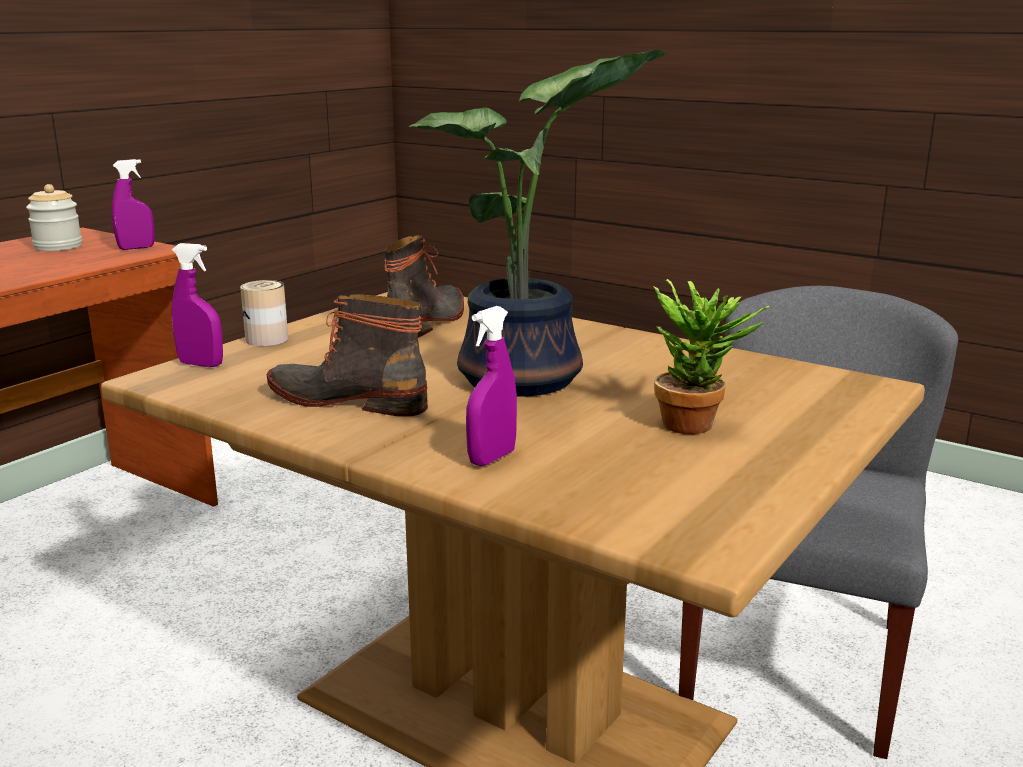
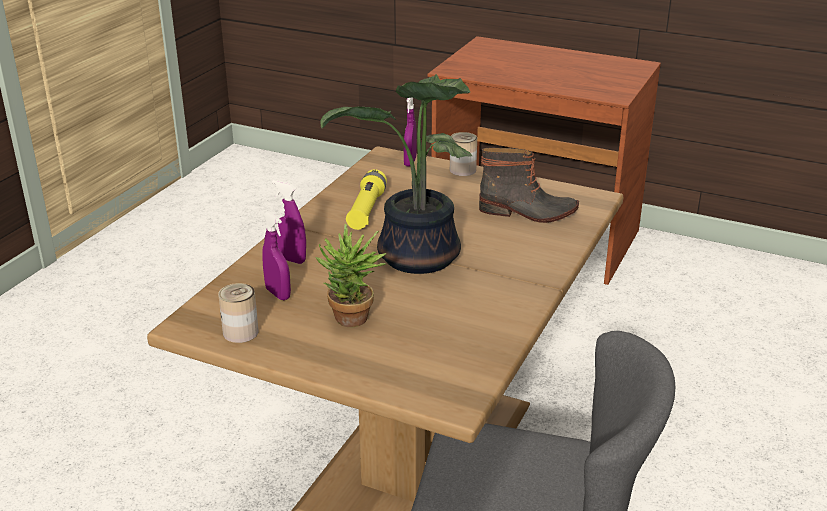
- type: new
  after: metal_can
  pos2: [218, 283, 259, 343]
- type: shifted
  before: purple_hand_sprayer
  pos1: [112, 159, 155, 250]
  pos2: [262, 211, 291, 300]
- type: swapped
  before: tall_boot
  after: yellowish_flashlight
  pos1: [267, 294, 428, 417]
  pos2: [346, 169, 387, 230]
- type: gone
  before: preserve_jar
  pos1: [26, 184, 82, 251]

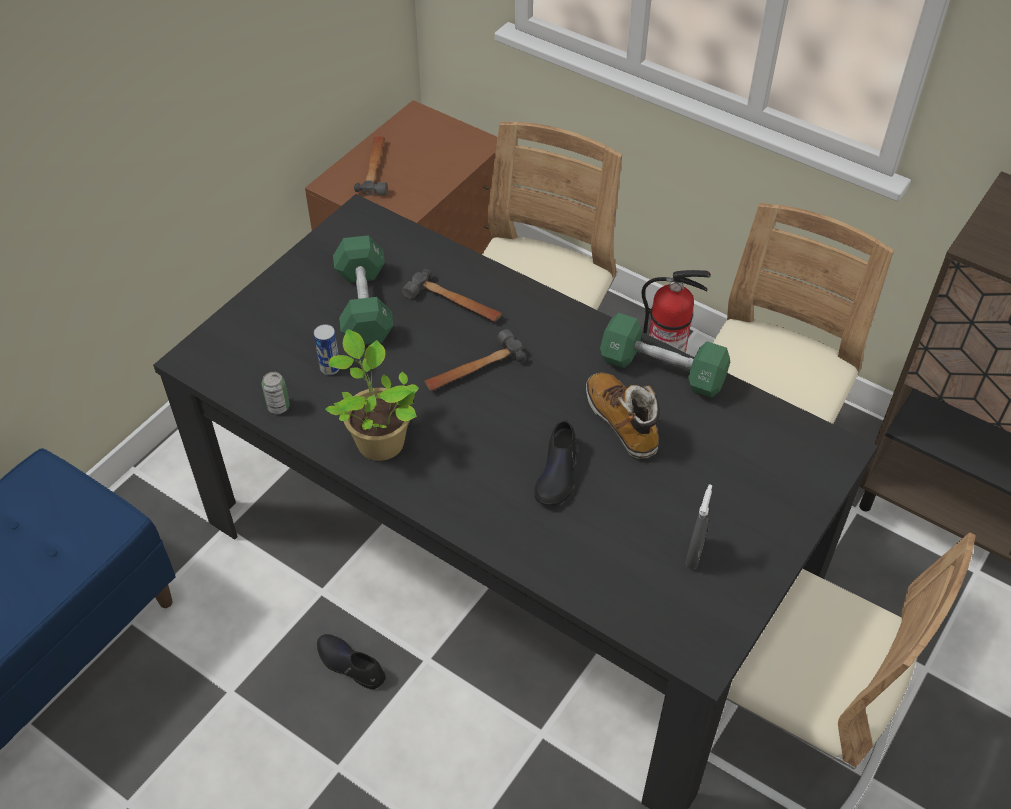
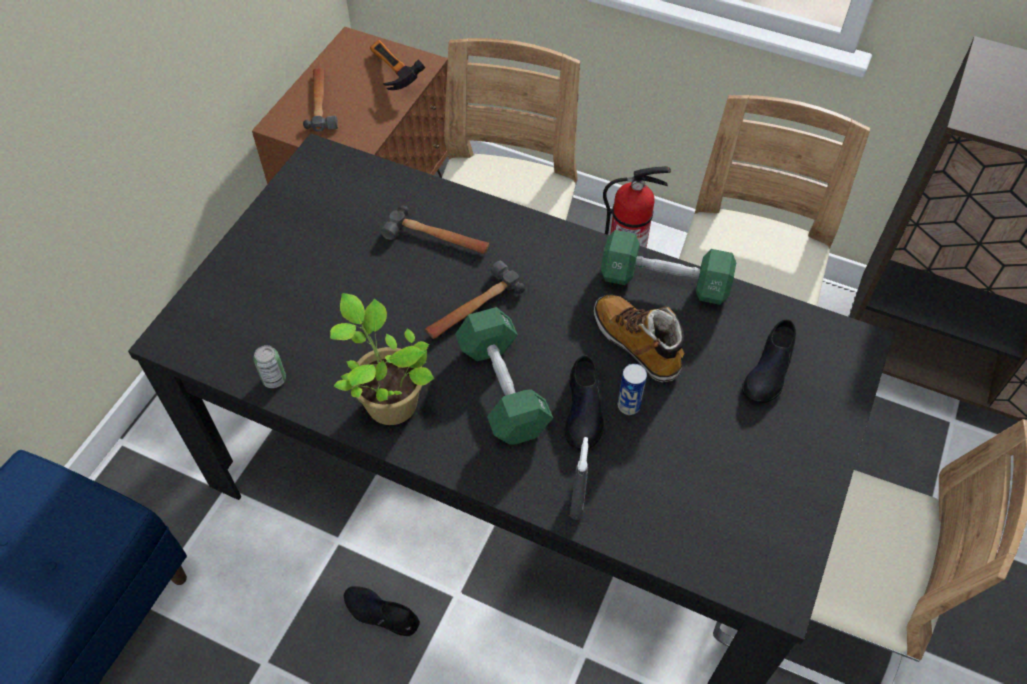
- type: new
  after: tool_hammer
  pos2: [370, 40, 425, 90]
- type: shifted
  before: greenish_hand_weight
  pos1: [333, 235, 394, 345]
  pos2: [455, 307, 553, 445]
- type: shifted
  before: grey_hand_sprayer
  pos1: [685, 485, 712, 569]
  pos2: [570, 437, 588, 520]
- type: shifted
  before: metal_can
  pos1: [314, 324, 340, 375]
  pos2: [618, 364, 647, 415]
- type: new
  after: blackish_low_shoe
  pos2: [742, 319, 796, 403]

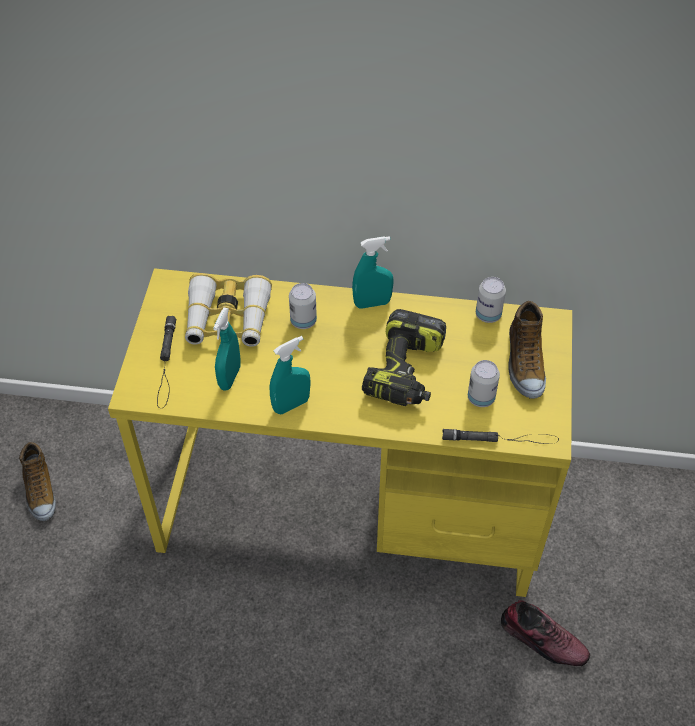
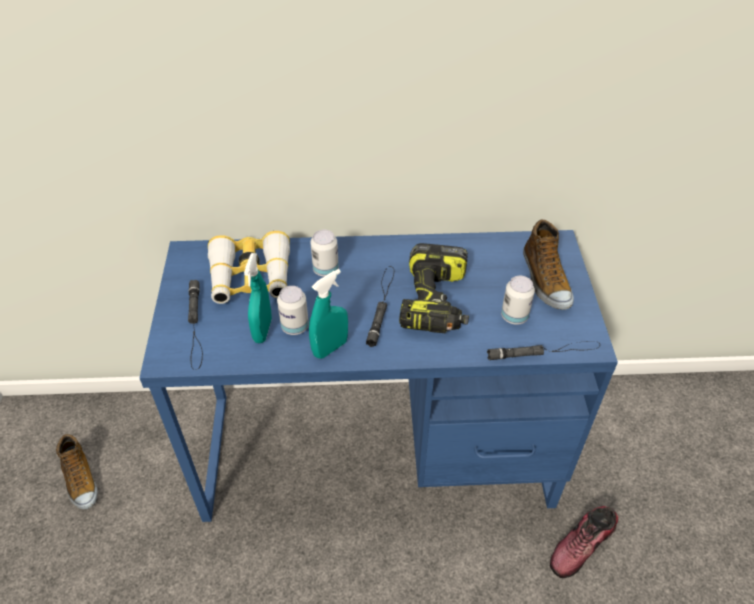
- type: repainted
  before: yellowish_desk_unit
  after: bluish_desk_unit
  pos1: [108, 268, 572, 597]
  pos2: [139, 230, 618, 522]
- type: shifted
  before: metal_can
  pos1: [476, 277, 506, 323]
  pos2: [277, 286, 309, 335]
- type: new
  after: blackish_flashlight
  pos2: [366, 266, 394, 347]
- type: rotated
  before: low_shoe
  pos1: [501, 600, 590, 666]
  pos2: [550, 506, 619, 578]
  turn: 120
- type: gone
  before: blue-green_hand_sprayer
  pos1: [352, 236, 394, 309]

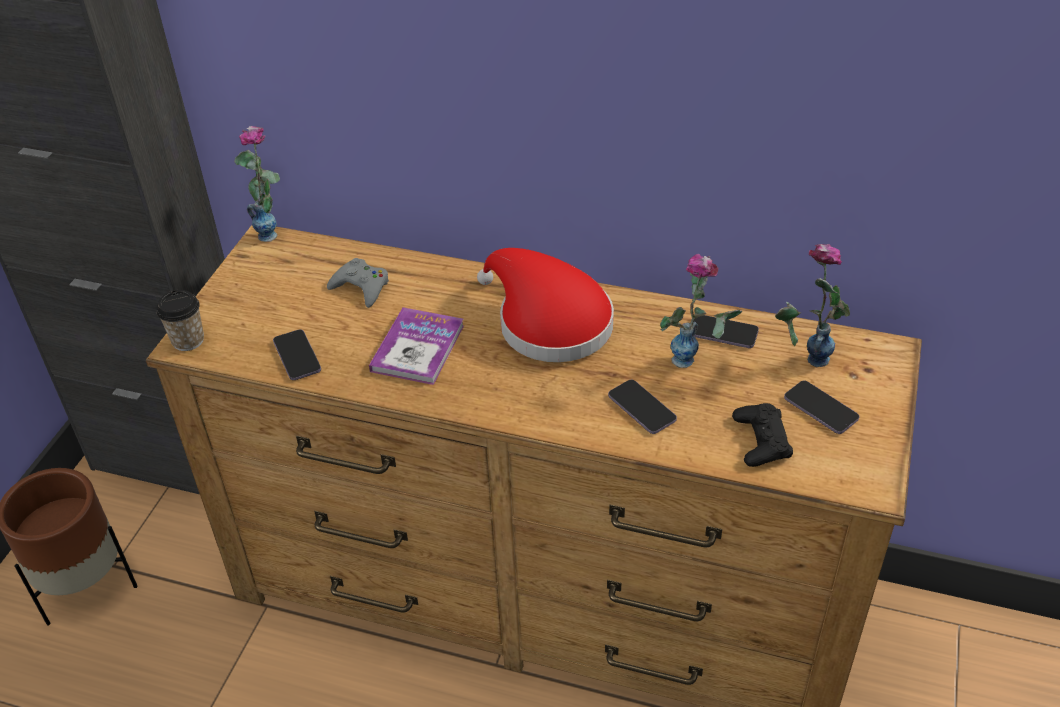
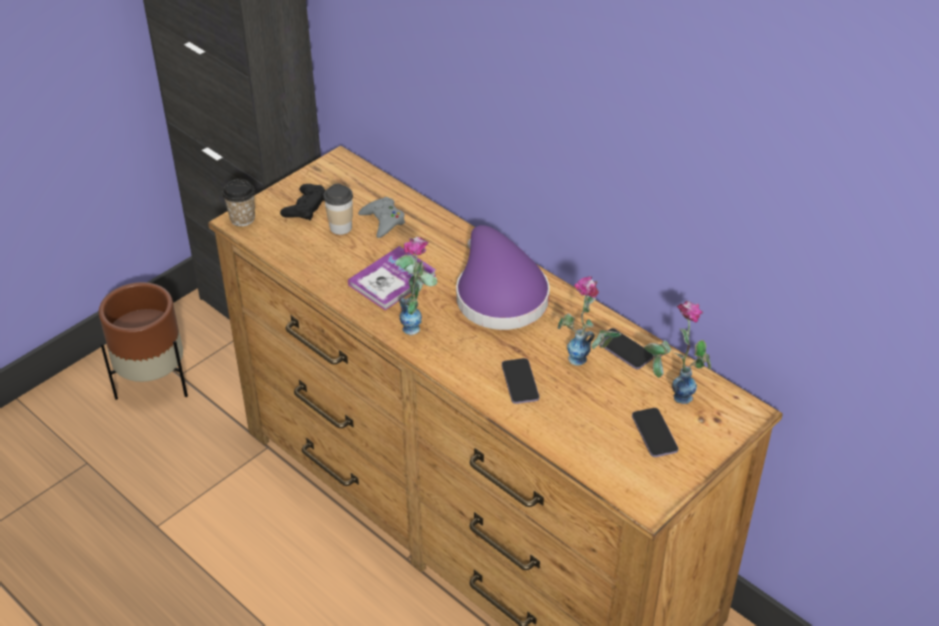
- type: shifted
  before: blackish_joypad
  pos1: [732, 403, 793, 467]
  pos2: [280, 184, 326, 220]
- type: new
  after: cup
  pos2: [323, 184, 353, 235]
- type: shifted
  before: decorative_vase
  pos1: [234, 126, 280, 242]
  pos2: [395, 237, 437, 336]
- type: repainted
  before: reddish_wearable_hat
  after: purple_wearable_hat
  pos1: [477, 248, 614, 362]
  pos2: [456, 225, 550, 330]
- type: gone
  before: phone
  pos1: [273, 329, 321, 380]

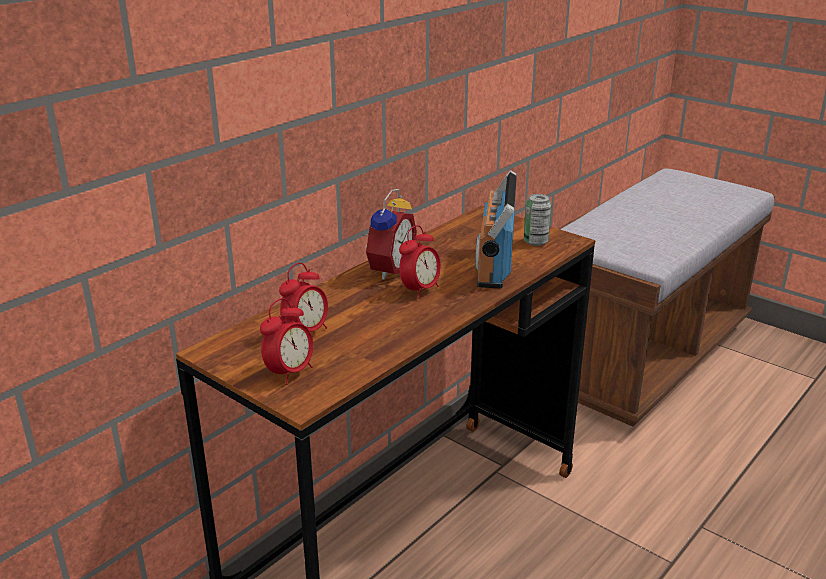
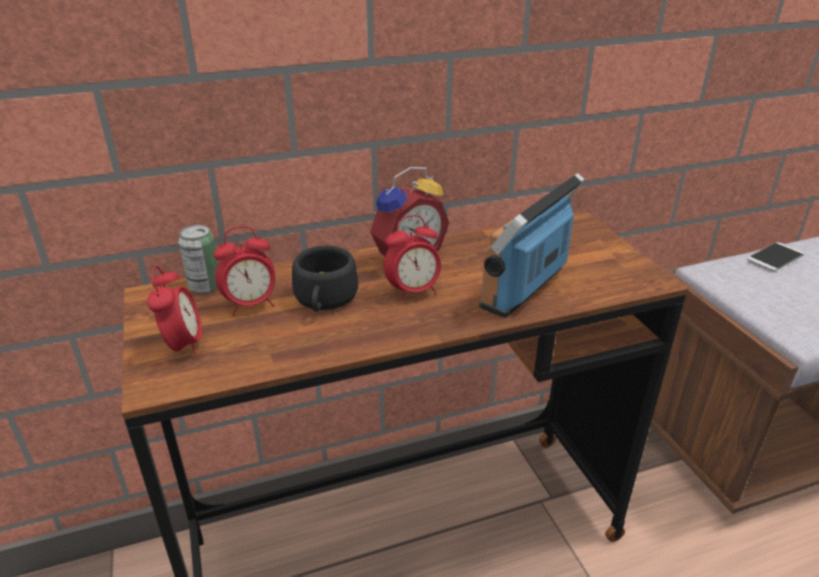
- type: rotated
  before: table_clock
  pos1: [260, 298, 313, 385]
  pos2: [147, 266, 202, 357]
  turn: -75
- type: shifted
  before: metal_can
  pos1: [524, 194, 552, 246]
  pos2: [178, 225, 219, 293]
- type: new
  after: blackish_cup
  pos2: [292, 246, 358, 312]
- type: new
  after: phone
  pos2: [747, 242, 804, 271]

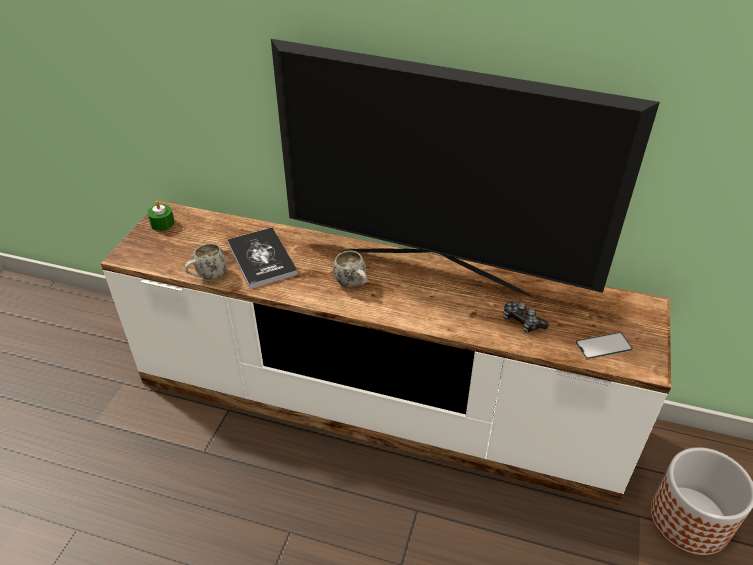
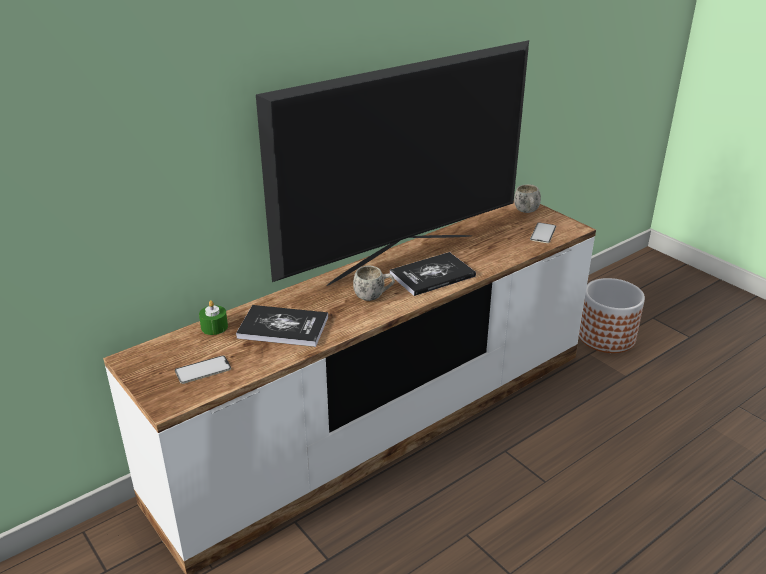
- type: new
  after: phone
  pos2: [175, 355, 231, 384]
- type: shifted
  before: greenish_wax_light
  pos1: [147, 200, 175, 231]
  pos2: [199, 300, 228, 335]
- type: new
  after: bound_book
  pos2: [390, 252, 476, 296]
- type: shifted
  before: white_mug
  pos1: [185, 243, 227, 280]
  pos2: [514, 184, 541, 213]
- type: gone
  before: joypad
  pos1: [503, 301, 549, 333]

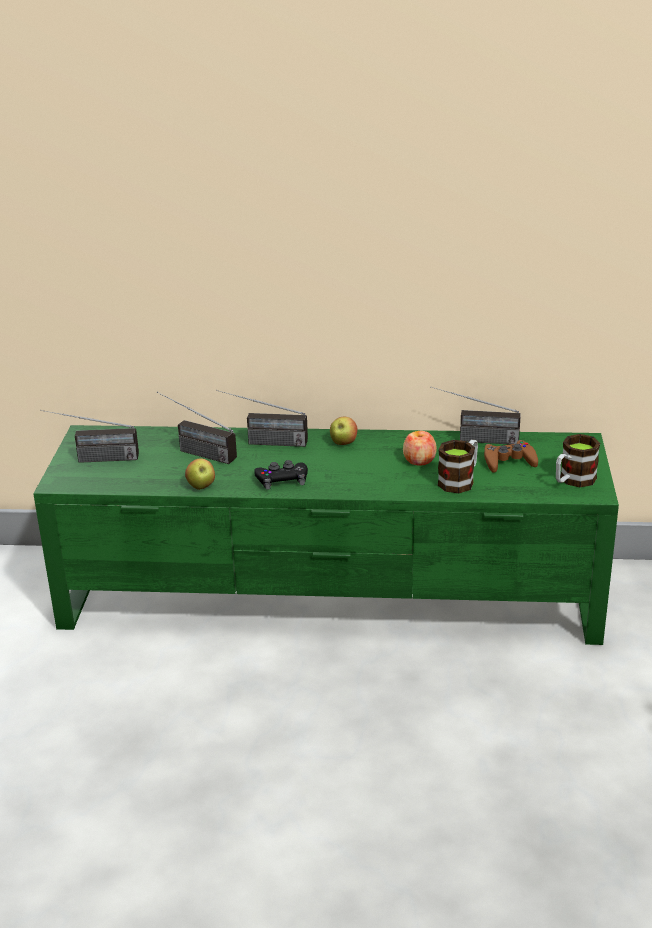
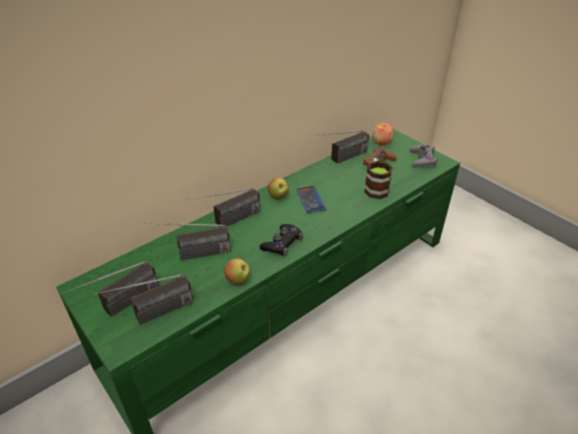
- type: new
  after: radio
  pos2: [91, 274, 193, 325]
- type: new
  after: phone
  pos2: [296, 186, 326, 213]
- type: shifted
  before: whole_apple
  pos1: [403, 431, 437, 466]
  pos2: [373, 123, 394, 145]
- type: swapped
  before: mug
  after: grey_joypad
  pos1: [556, 434, 600, 487]
  pos2: [410, 144, 438, 168]

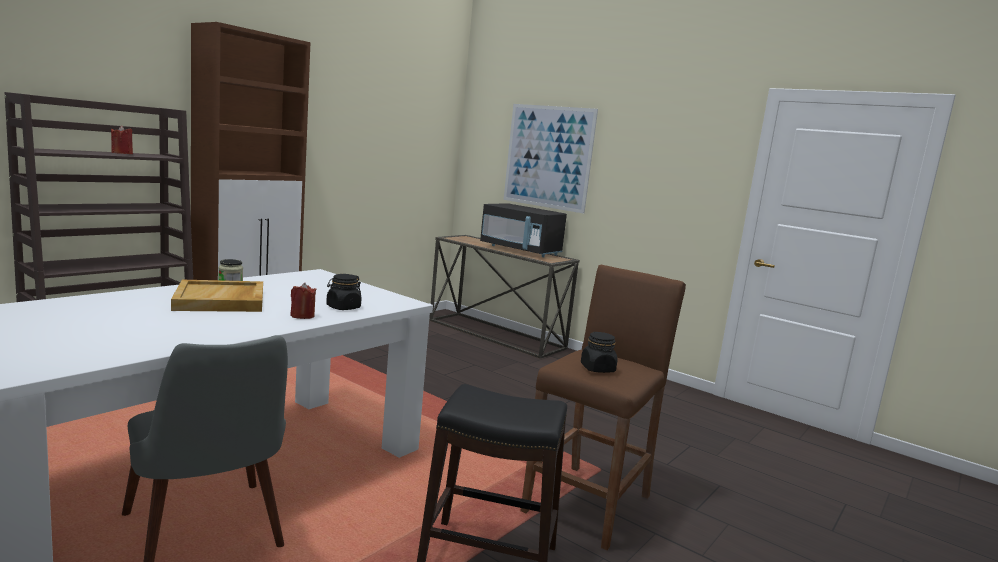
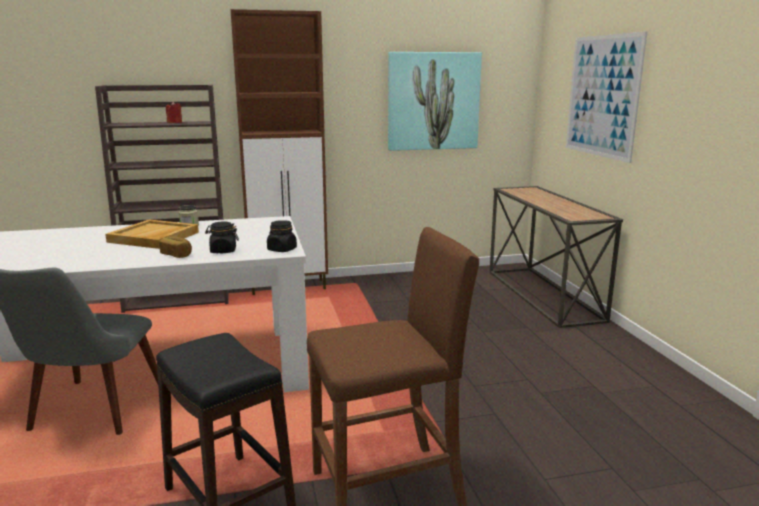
- type: swapped
  before: reddish_wax_light
  after: bakery_bread
  pos1: [290, 283, 316, 319]
  pos2: [159, 236, 192, 258]
- type: shifted
  before: blackish_preserve_jar
  pos1: [581, 332, 617, 373]
  pos2: [267, 220, 297, 252]
- type: new
  after: wall_art
  pos2: [388, 52, 482, 151]
- type: gone
  before: blackish_microwave_oven
  pos1: [480, 203, 567, 257]

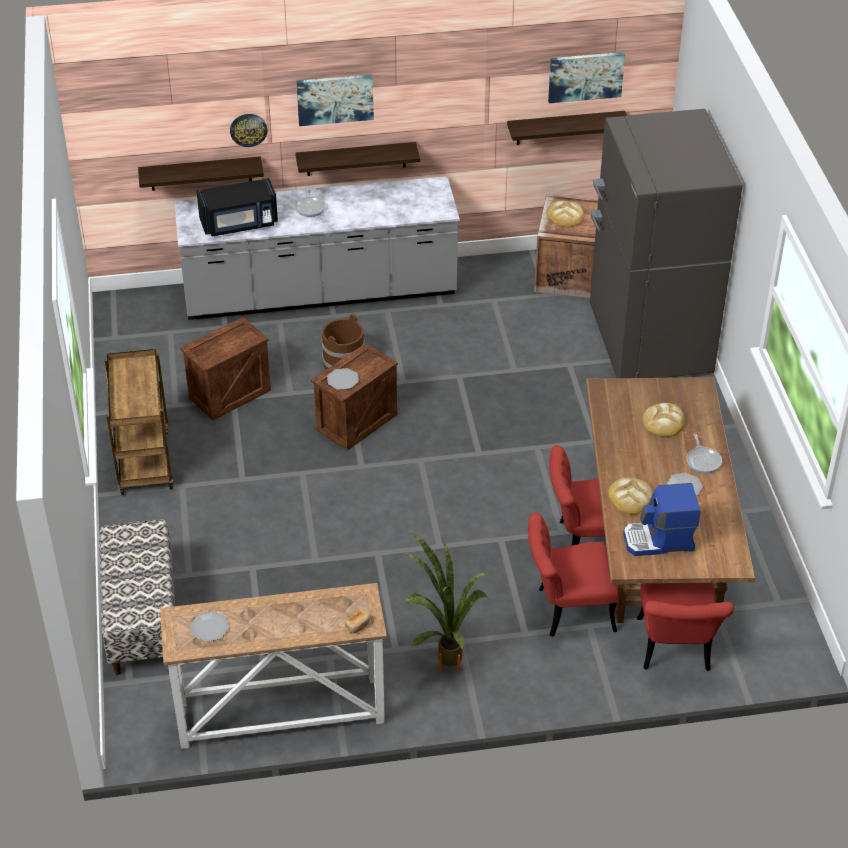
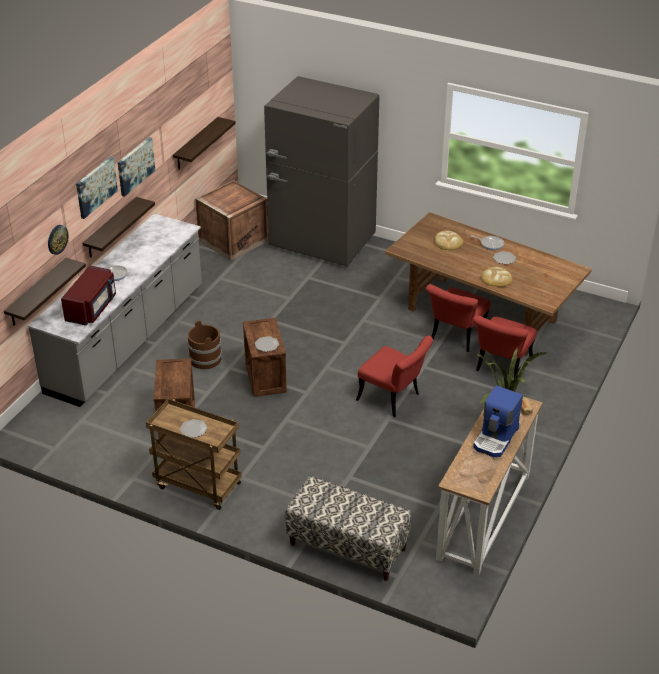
- type: repainted
  before: blackish_microwave_oven
  after: reddish_microwave_oven
  pos1: [197, 178, 278, 236]
  pos2: [61, 265, 116, 326]
- type: shifted
  before: wall_art
  pos1: [548, 52, 625, 103]
  pos2: [118, 137, 155, 197]
- type: shifted
  before: dinner_plate
  pos1: [190, 611, 229, 642]
  pos2: [180, 419, 208, 438]
- type: shifted
  before: reddish_plain_chair
  pos1: [637, 583, 734, 671]
  pos2: [356, 335, 433, 417]
- type: shifted
  before: coffee_machine
  pos1: [623, 483, 700, 556]
  pos2: [473, 386, 523, 457]
- type: gone
  before: bakery_bread
  pos1: [546, 201, 583, 227]

